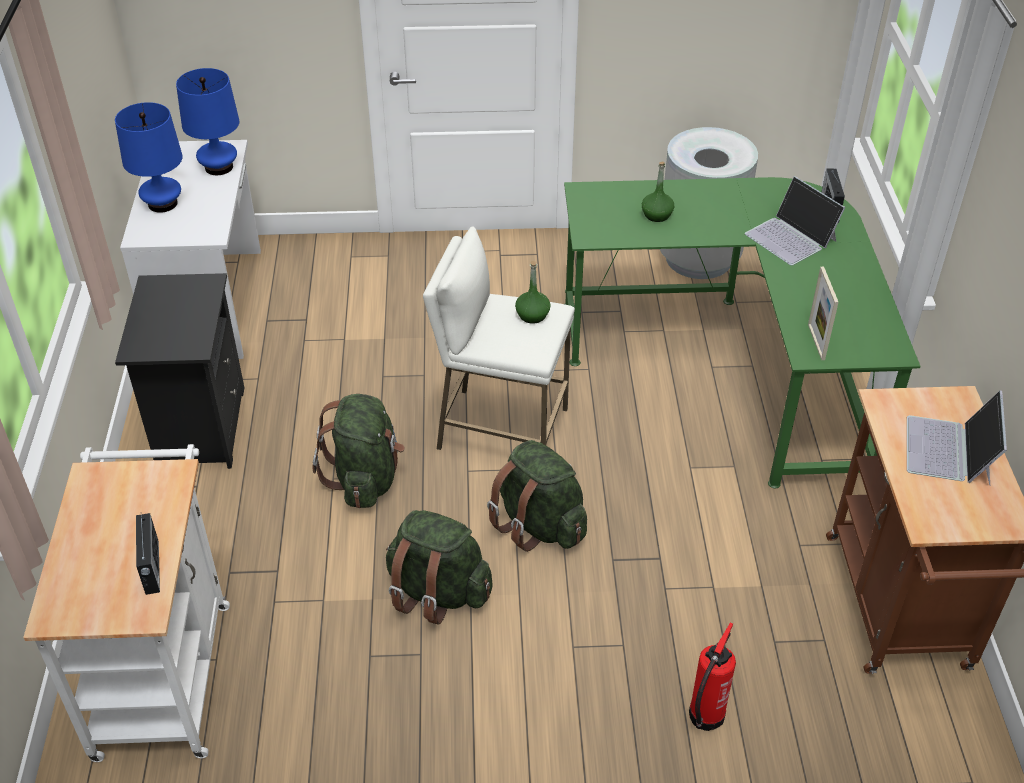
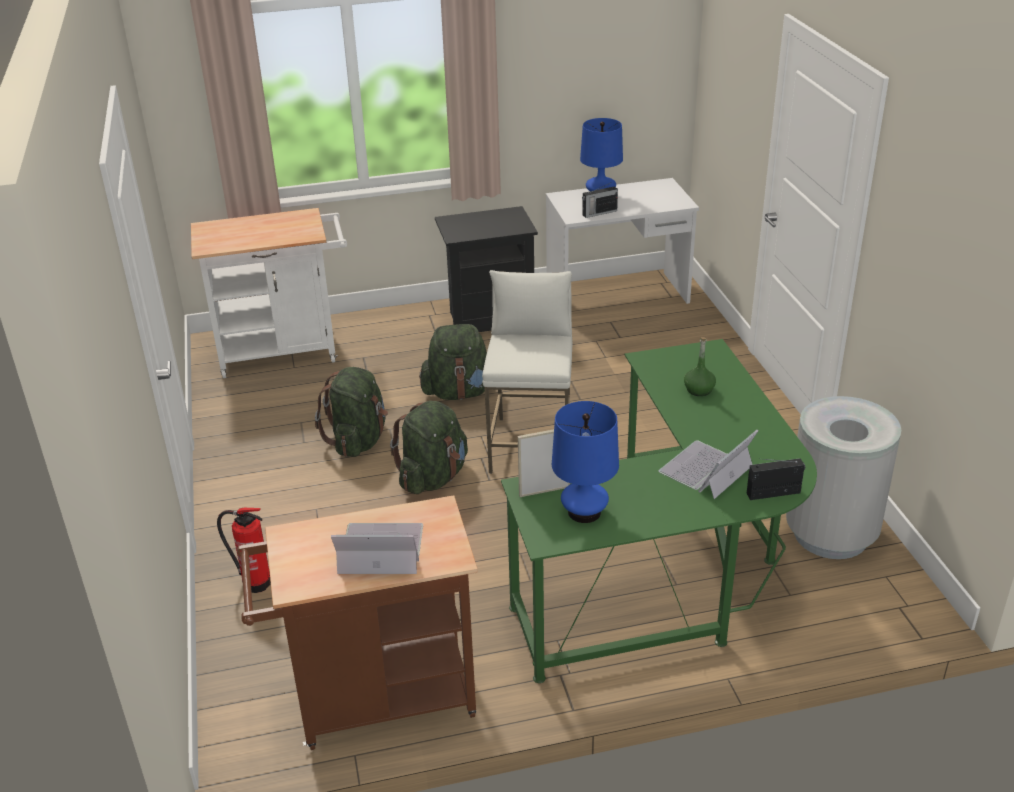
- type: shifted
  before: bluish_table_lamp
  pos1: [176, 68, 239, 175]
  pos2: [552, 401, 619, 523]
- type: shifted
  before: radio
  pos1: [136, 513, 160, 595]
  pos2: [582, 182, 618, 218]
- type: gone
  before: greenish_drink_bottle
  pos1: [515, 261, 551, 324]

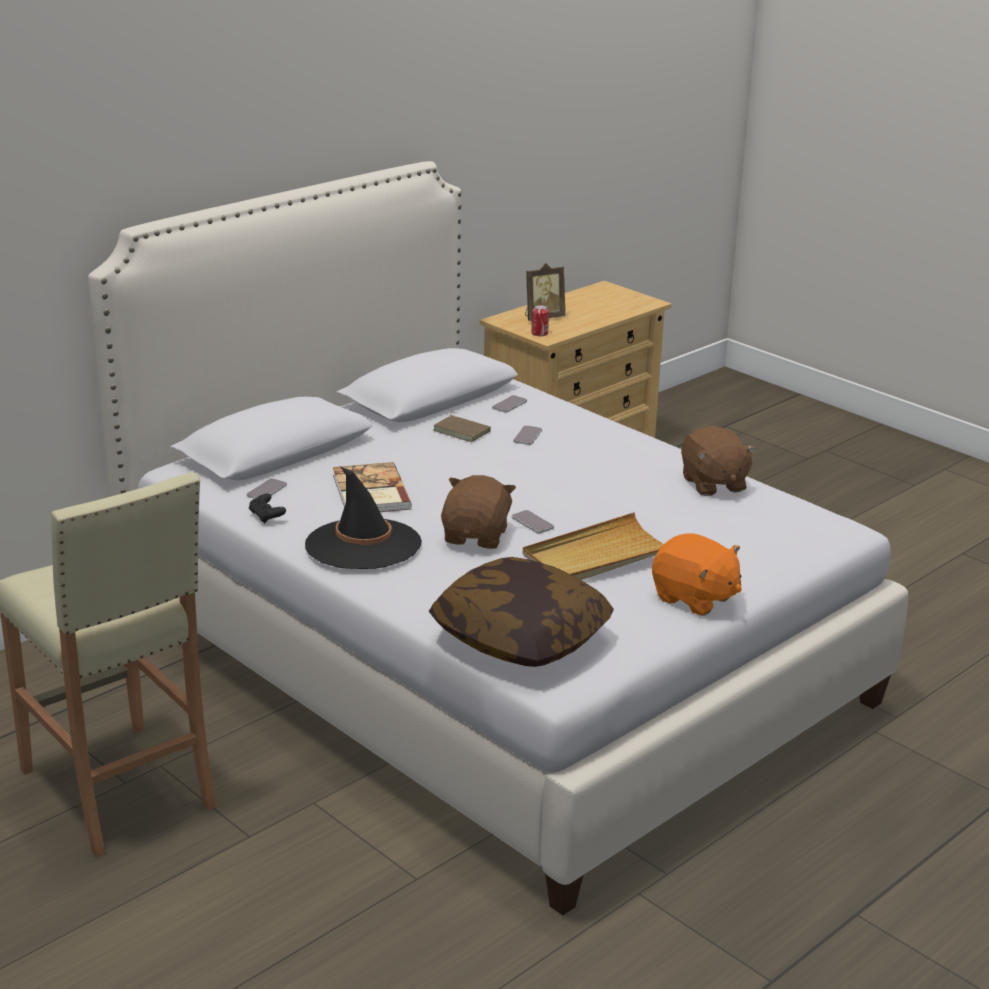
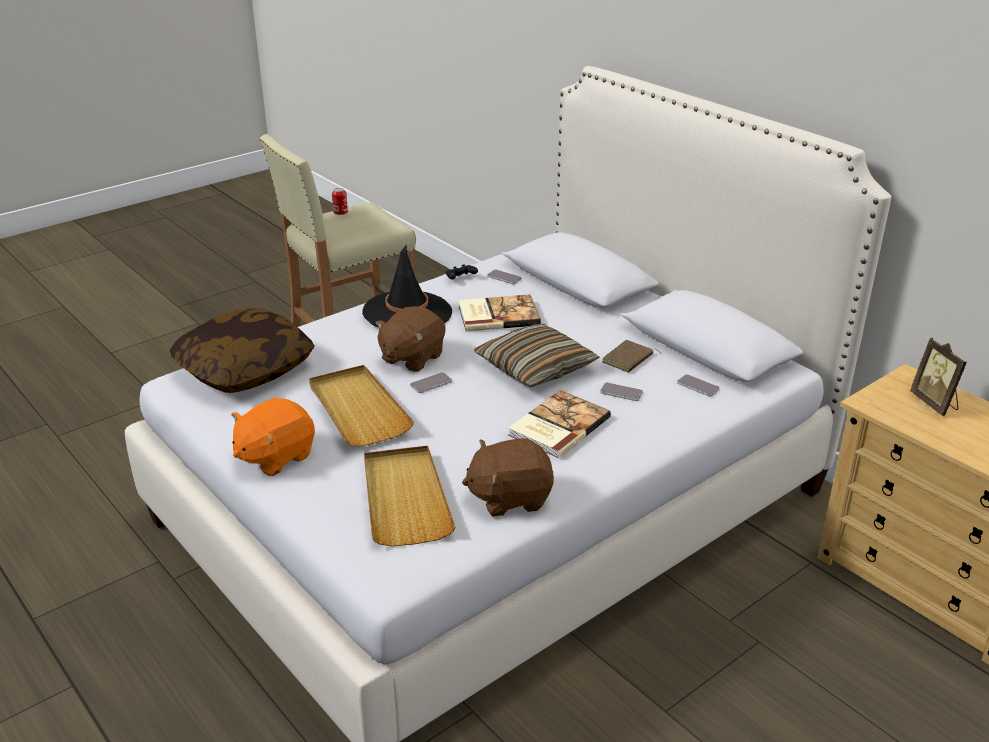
- type: shifted
  before: metal_can
  pos1: [531, 305, 549, 336]
  pos2: [332, 188, 348, 215]
- type: new
  after: beige_tray
  pos2: [364, 446, 455, 547]
- type: rotated
  before: brownish_cuddly_toy
  pos1: [441, 475, 516, 549]
  pos2: [375, 306, 445, 372]
  turn: 105
- type: new
  after: pillow
  pos2: [474, 324, 600, 388]
- type: new
  after: bound_book
  pos2: [508, 390, 611, 458]

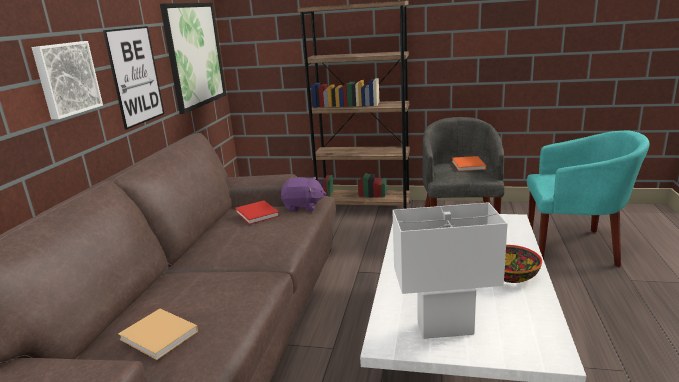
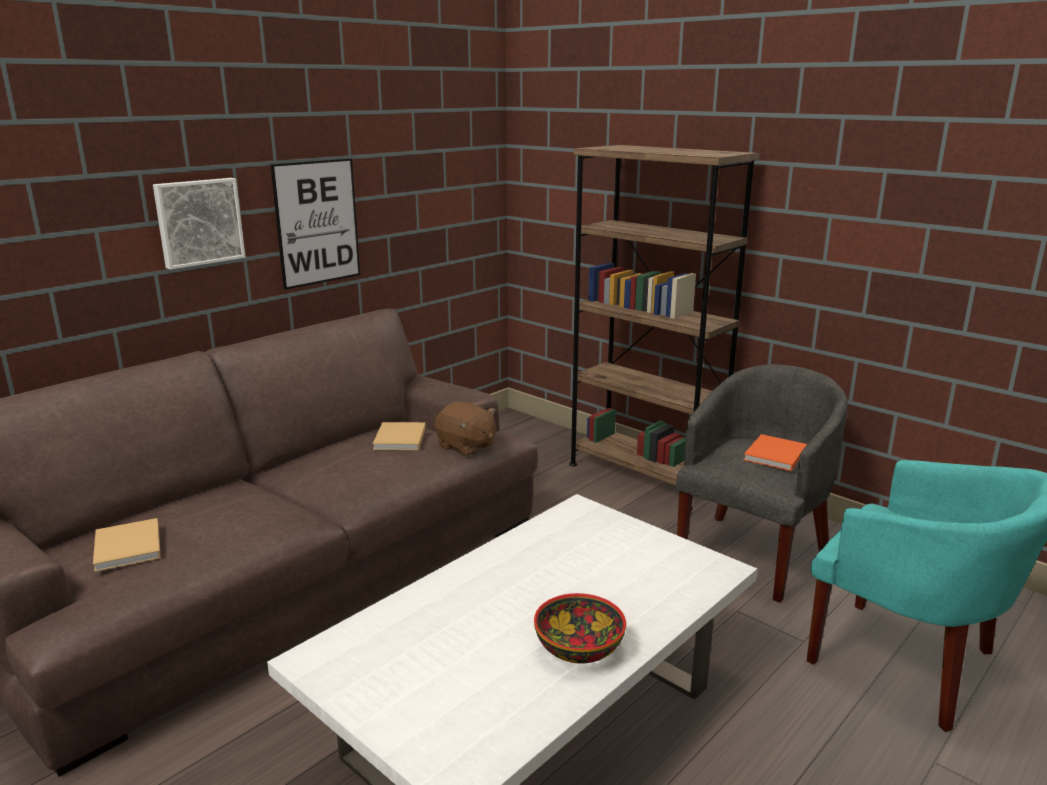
- type: repainted
  before: reddish_bound_book
  after: beige_bound_book
  pos1: [236, 200, 279, 224]
  pos2: [373, 422, 426, 450]
- type: repainted
  before: purple_cuddly_toy
  after: brownish_cuddly_toy
  pos1: [281, 177, 326, 211]
  pos2: [434, 402, 496, 457]
- type: gone
  before: wall_art
  pos1: [160, 3, 226, 114]
- type: gone
  before: white_table_lamp
  pos1: [392, 202, 508, 339]

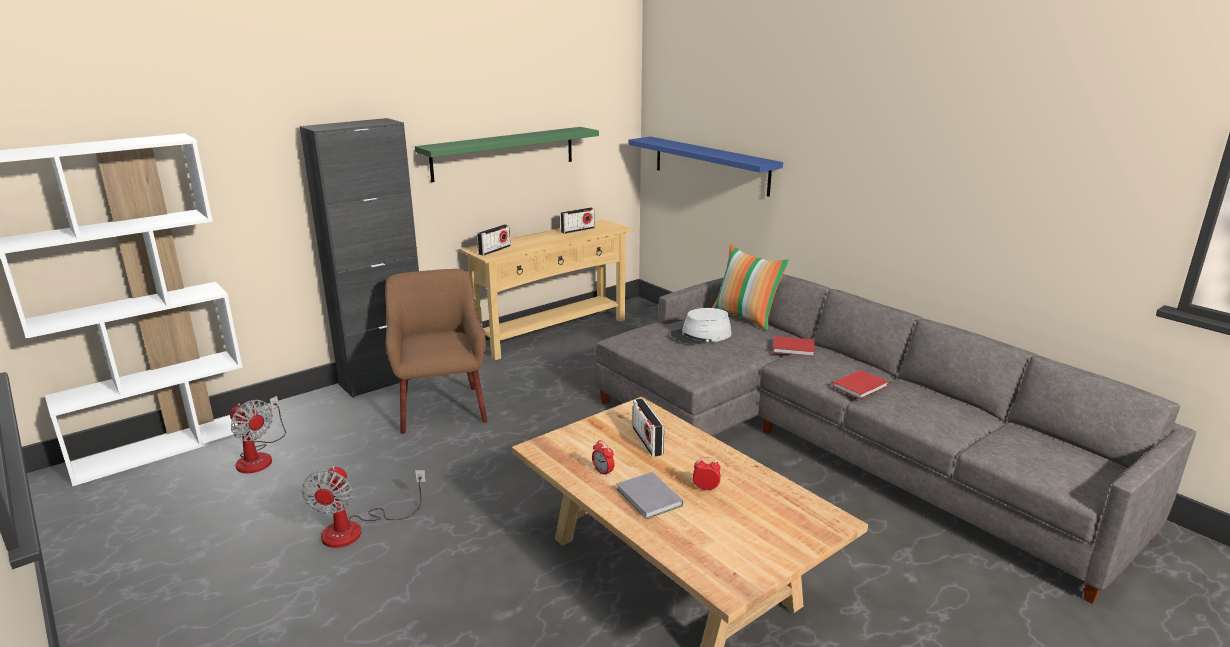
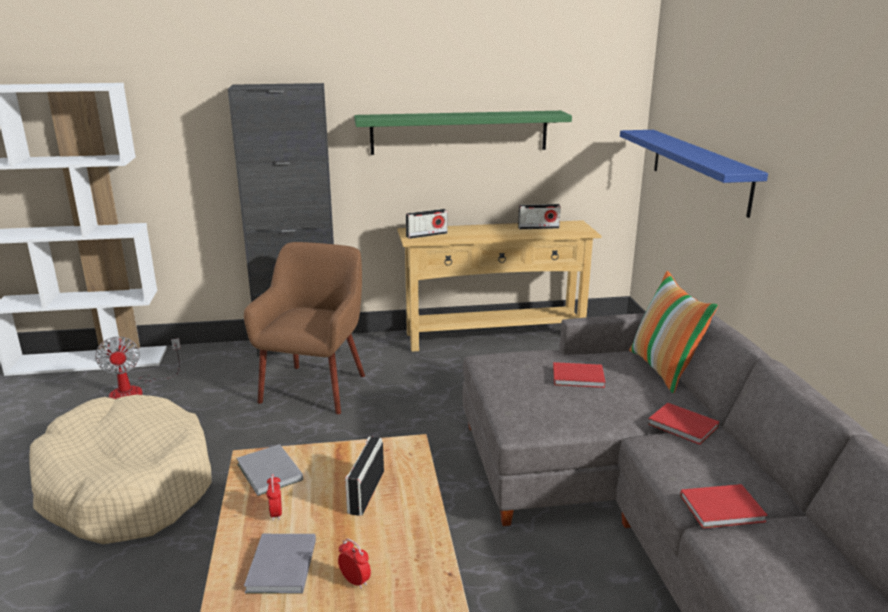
- type: swapped
  before: cooling_fan
  after: beige_pet_bed
  pos1: [302, 466, 426, 548]
  pos2: [29, 394, 211, 544]
- type: new
  after: grey_bound_book
  pos2: [236, 444, 303, 496]
- type: swapped
  before: grey_wearable_hat
  after: reddish_bound_book
  pos1: [671, 308, 732, 345]
  pos2: [553, 362, 605, 388]

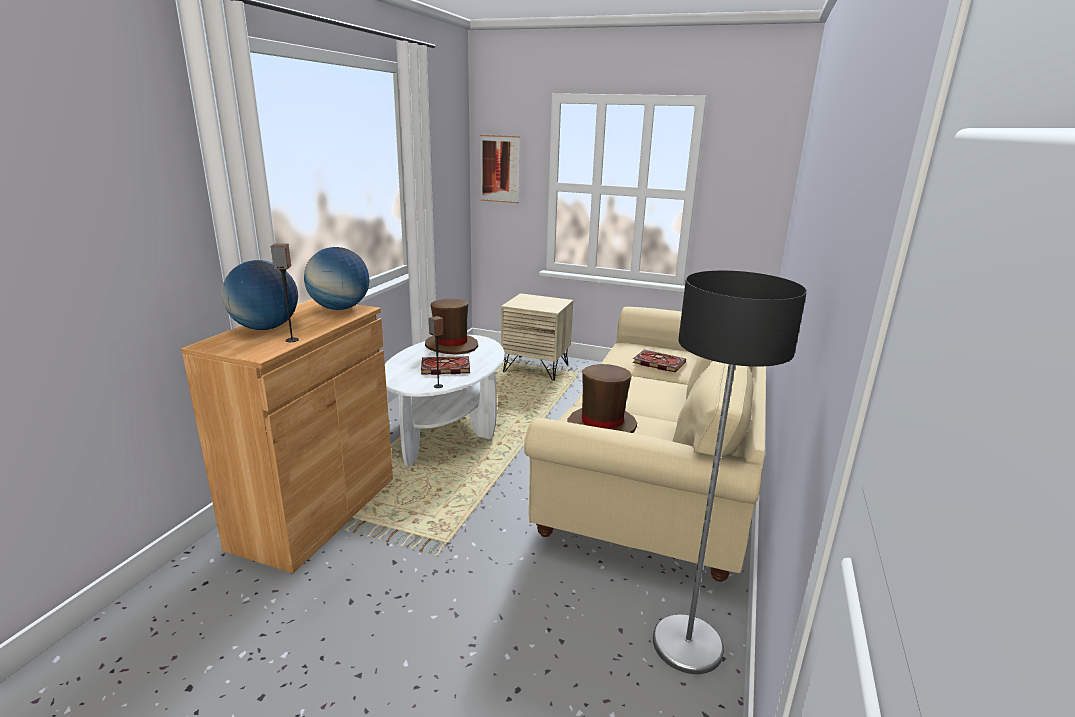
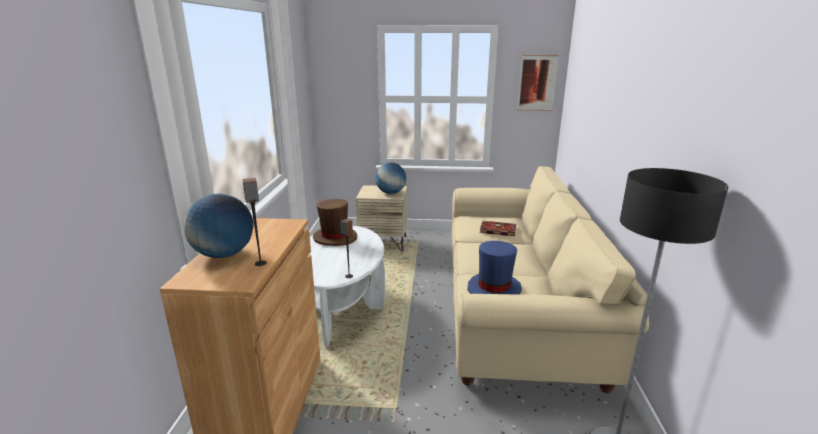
- type: shifted
  before: world_globe
  pos1: [304, 247, 369, 310]
  pos2: [375, 163, 406, 194]
- type: repainted
  before: brownish_wearable_hat
  after: bluish_wearable_hat
  pos1: [567, 364, 637, 433]
  pos2: [468, 241, 522, 295]
- type: shifted
  before: wall_art
  pos1: [480, 135, 520, 203]
  pos2: [517, 55, 559, 111]
- type: gone
  before: bound_book
  pos1: [421, 356, 470, 375]

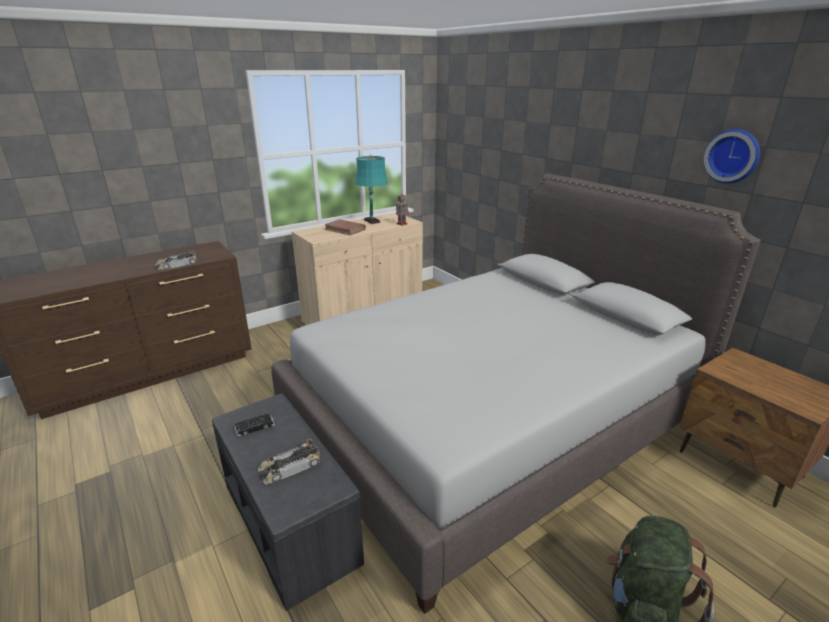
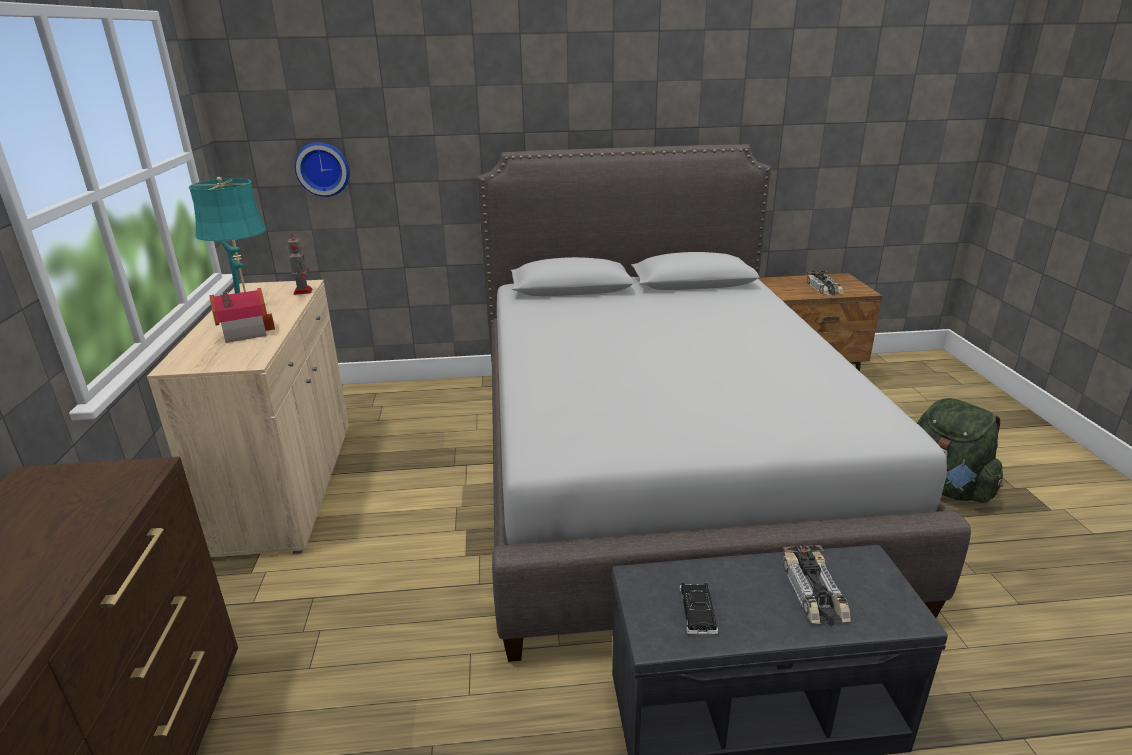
- type: swapped
  before: brownish_bound_book
  after: toy_house
  pos1: [324, 219, 366, 235]
  pos2: [210, 288, 275, 343]
- type: shifted
  before: wall_clock
  pos1: [704, 129, 760, 184]
  pos2: [295, 142, 350, 197]
- type: shifted
  before: model_car
  pos1: [155, 250, 197, 270]
  pos2: [807, 270, 843, 296]

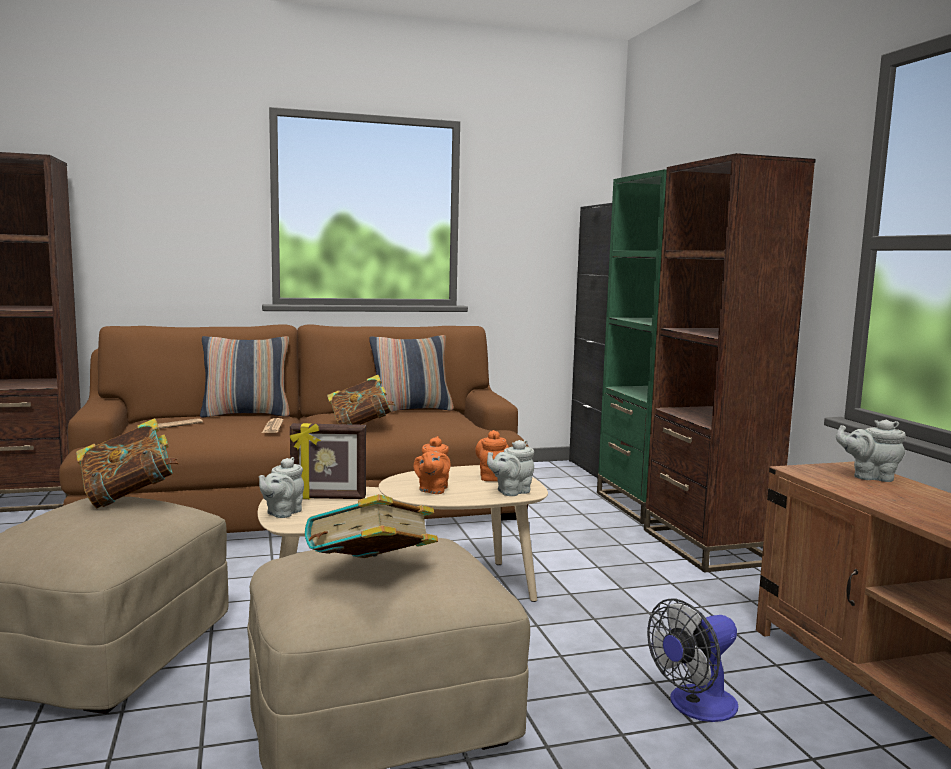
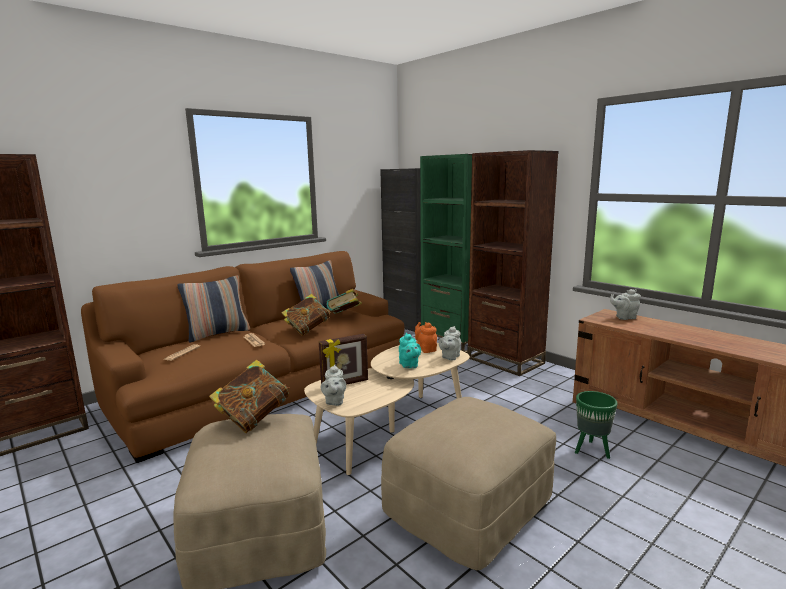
- type: shifted
  before: bound_book
  pos1: [305, 494, 438, 558]
  pos2: [327, 289, 362, 314]
- type: repainted
  before: orangey_tea_pot
  after: blue-green_tea_pot
  pos1: [414, 436, 451, 494]
  pos2: [399, 333, 421, 368]
- type: swapped
  before: cooling_fan
  after: greenish_plant_pot
  pos1: [647, 598, 738, 722]
  pos2: [575, 391, 618, 459]

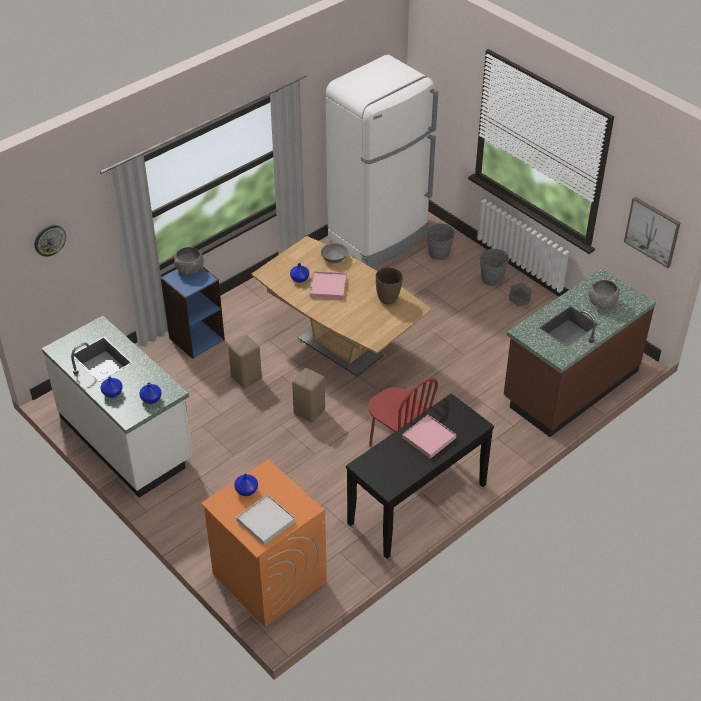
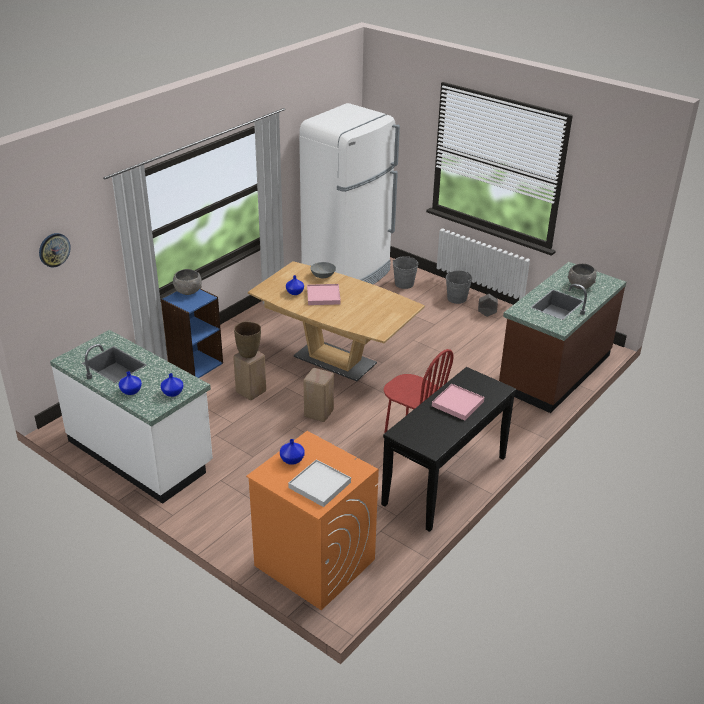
- type: shifted
  before: brownish_decorative_vase
  pos1: [376, 267, 403, 304]
  pos2: [234, 321, 261, 358]
- type: gone
  before: wall_art
  pos1: [624, 197, 680, 268]

